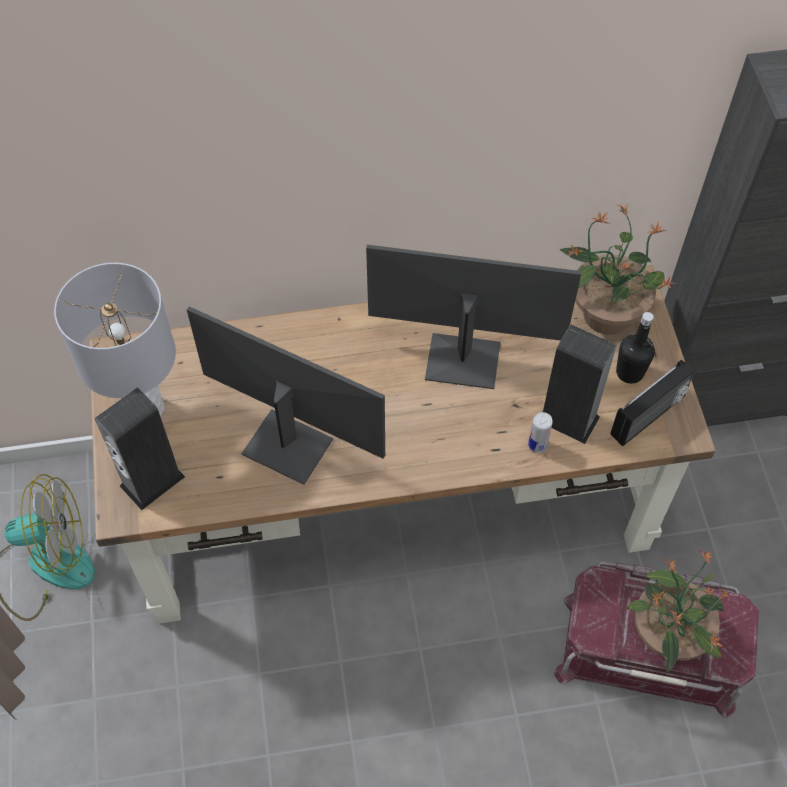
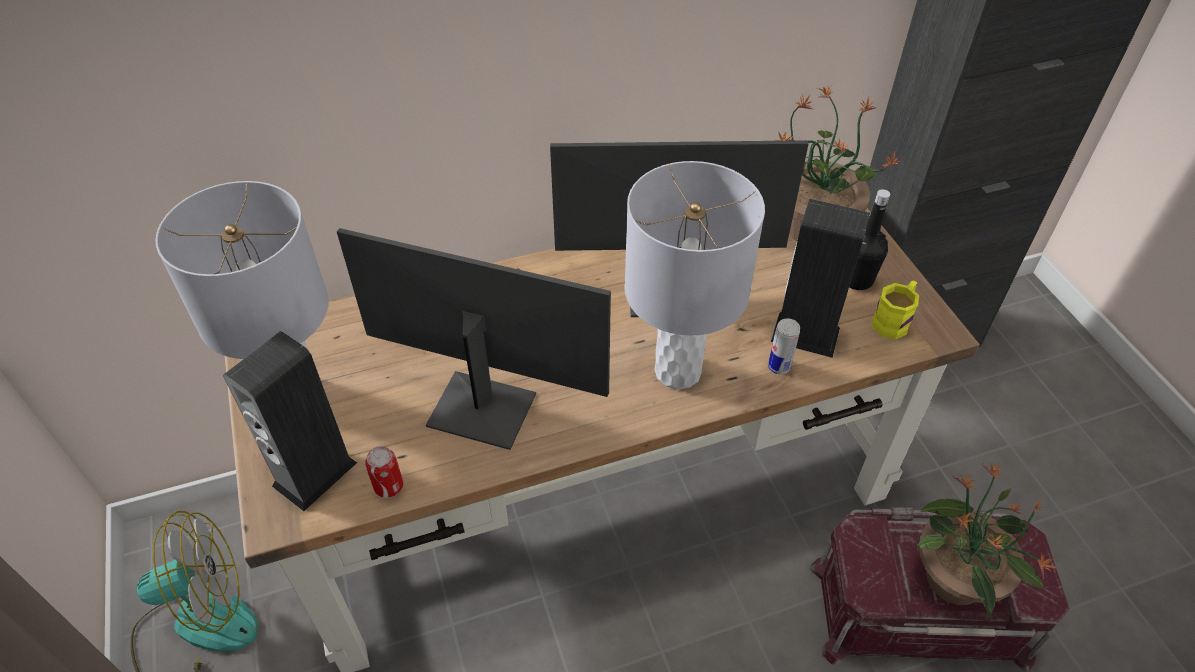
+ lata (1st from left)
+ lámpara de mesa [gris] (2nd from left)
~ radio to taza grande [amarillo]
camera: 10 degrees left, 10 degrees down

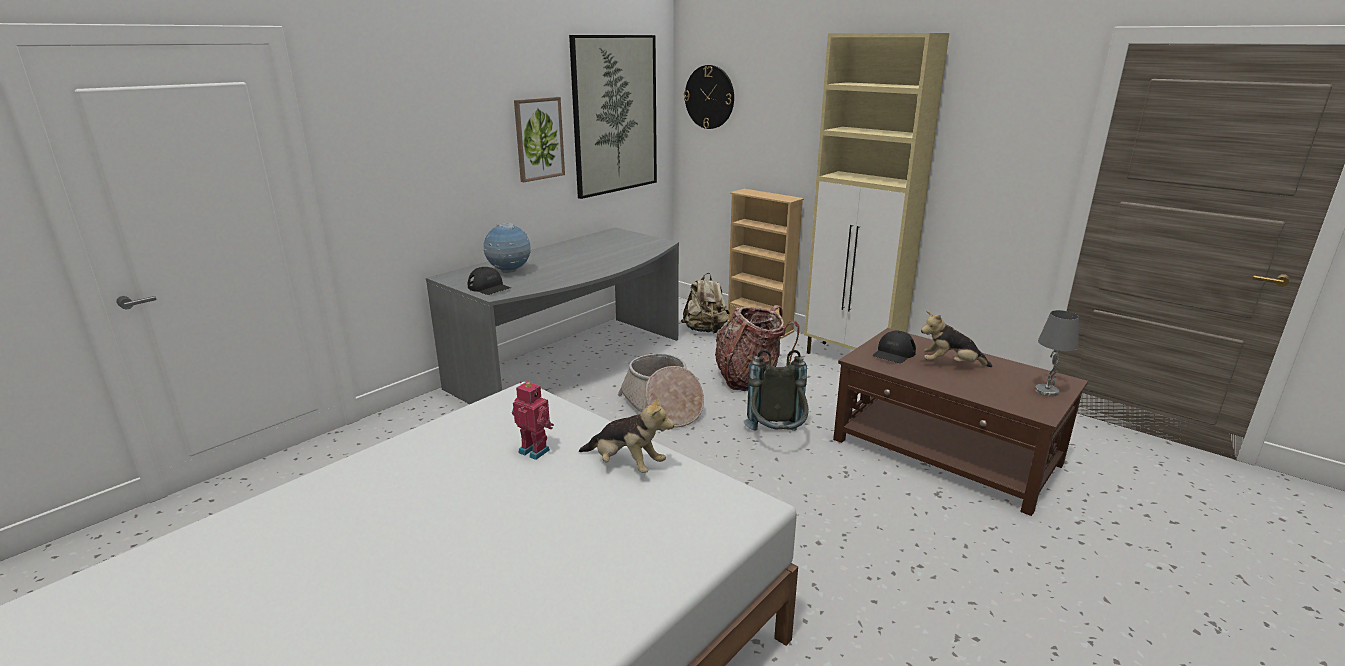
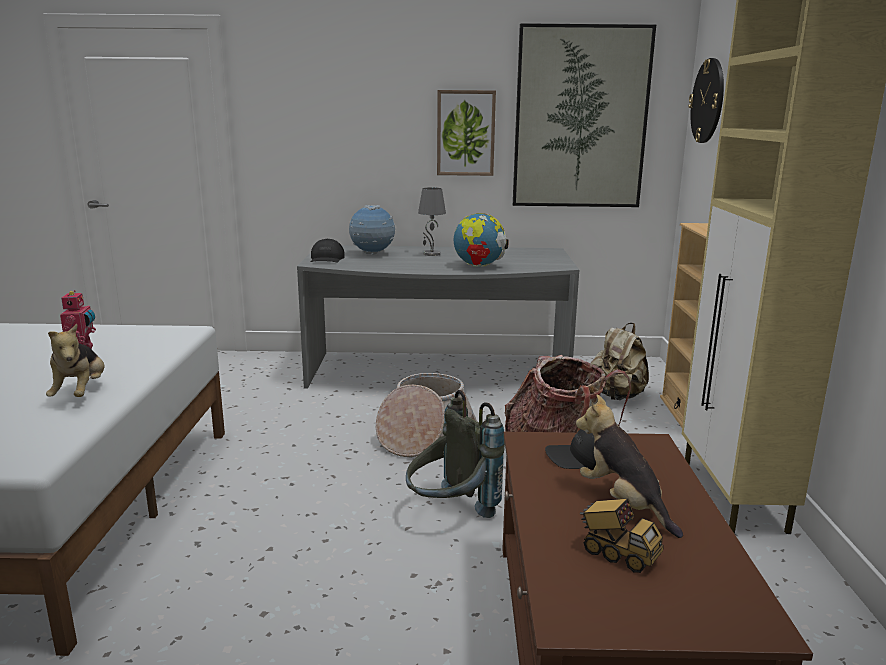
+ globo terráqueo (2nd from left)
+ camión de juguete
~ lámpara de mesa [gris]
camera: 50 degrees right, 5 degrees down

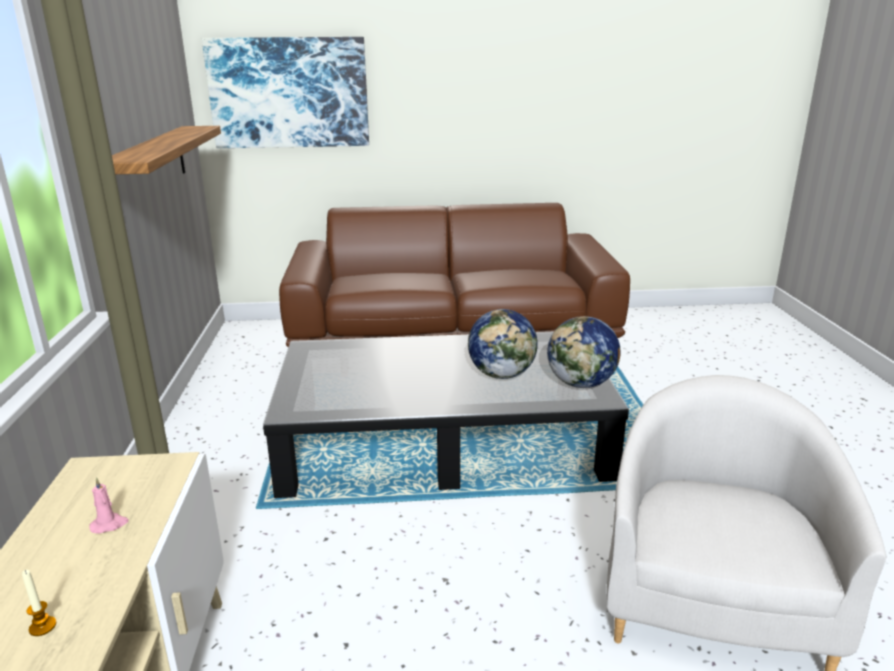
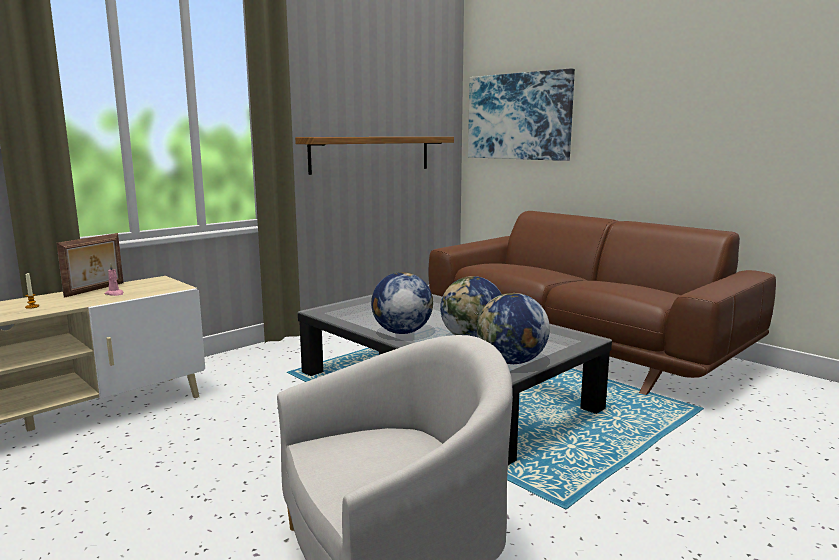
+ portarretratos
+ globo terráqueo (1st from left)
camera: 50 degrees right, 10 degrees down

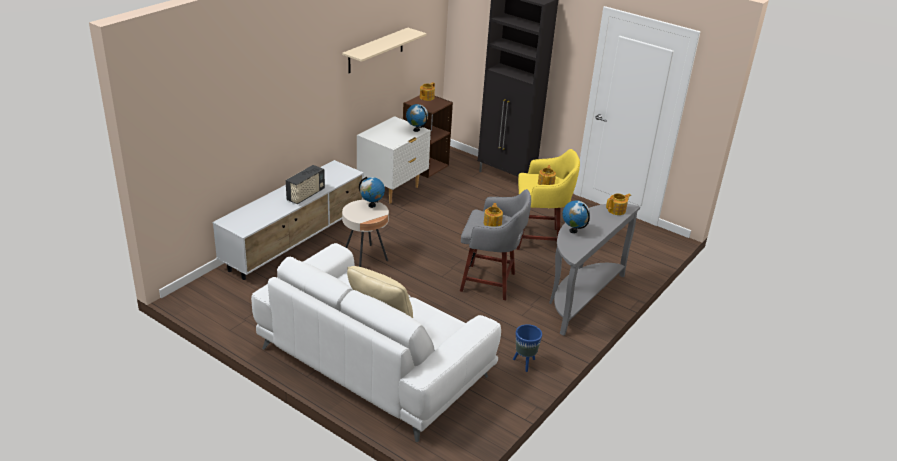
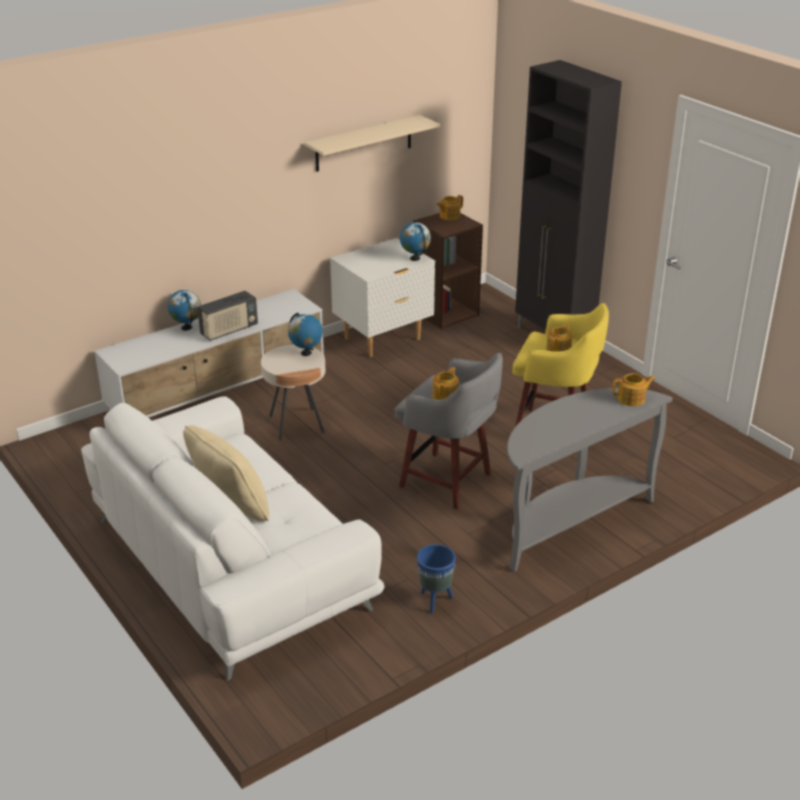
~ globo terráqueo (3rd from left in the first image) to globo terráqueo (1st from left)
camera: 20 degrees right, 0 degrees up

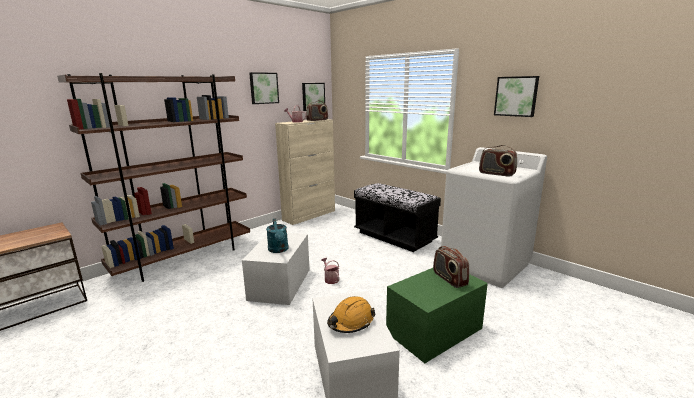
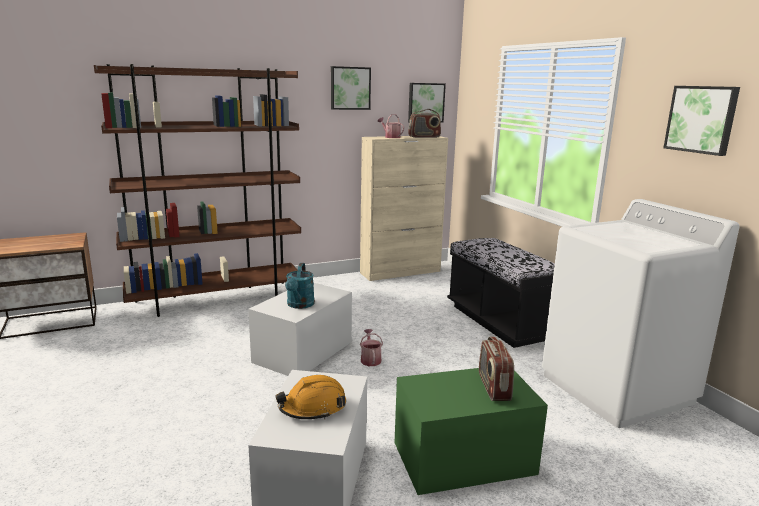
- radio (3rd from left)
camera: 20 degrees right, 0 degrees up

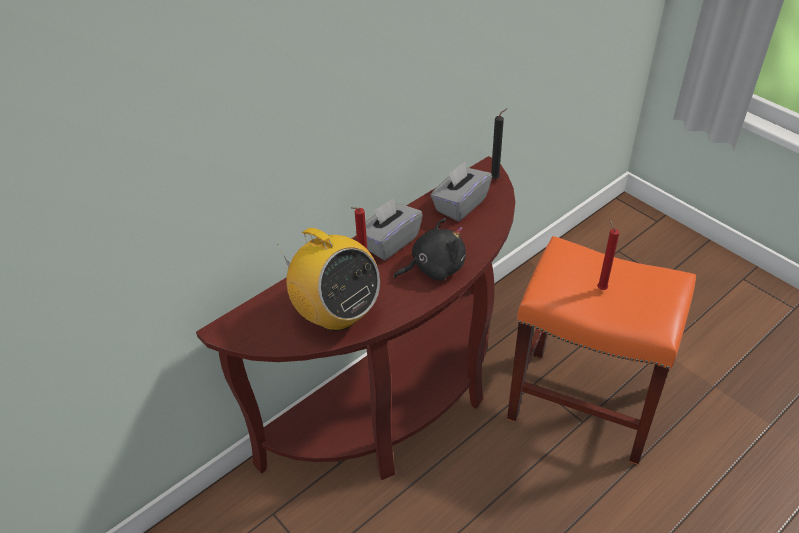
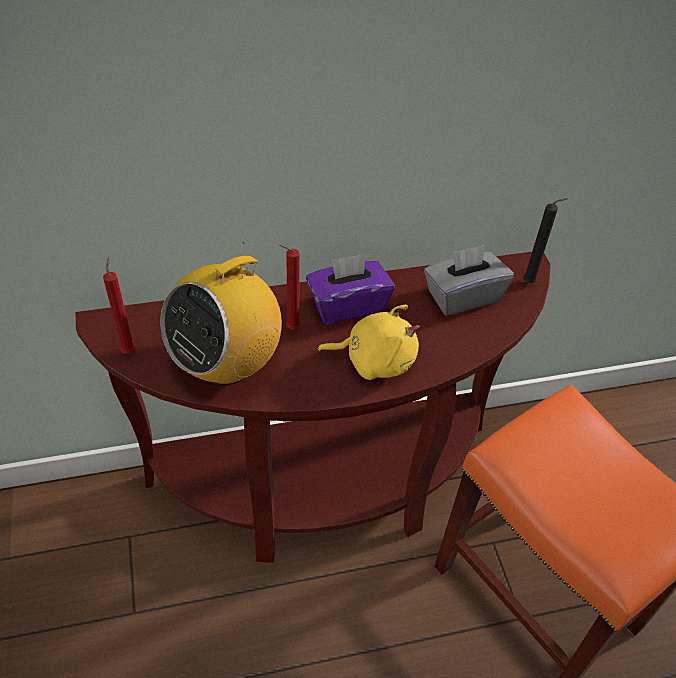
~ vela [rojo] (2nd from left in the first image) to vela [rojo] (1st from left)
~ caja de pañuelos [gris] (1st from left) to caja de pañuelos [morado]
~ peluche [negro] to peluche [amarillo]
~ radio 60 degrees clockwise
camera: 25 degrees right, 5 degrees up

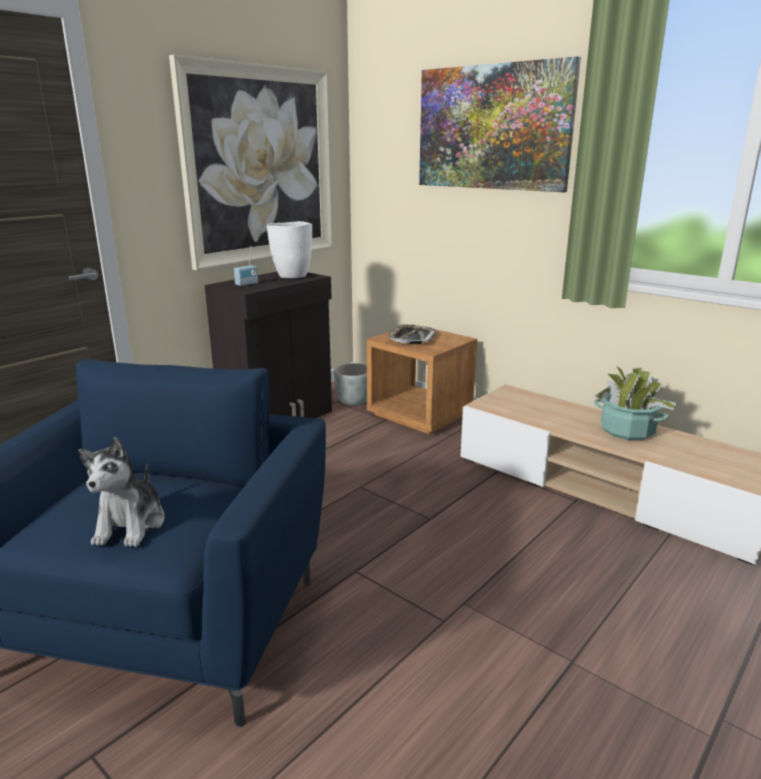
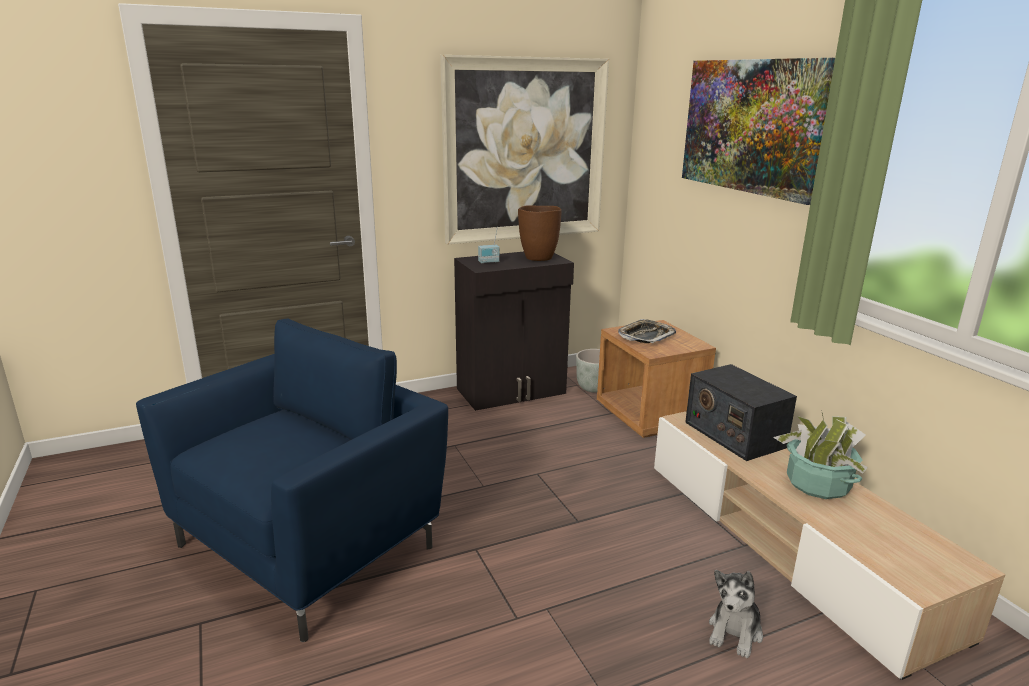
+ radio (2nd from left)
~ peluche
~ florero [blanco] to florero [marrón]
camera: 25 degrees right, 0 degrees up

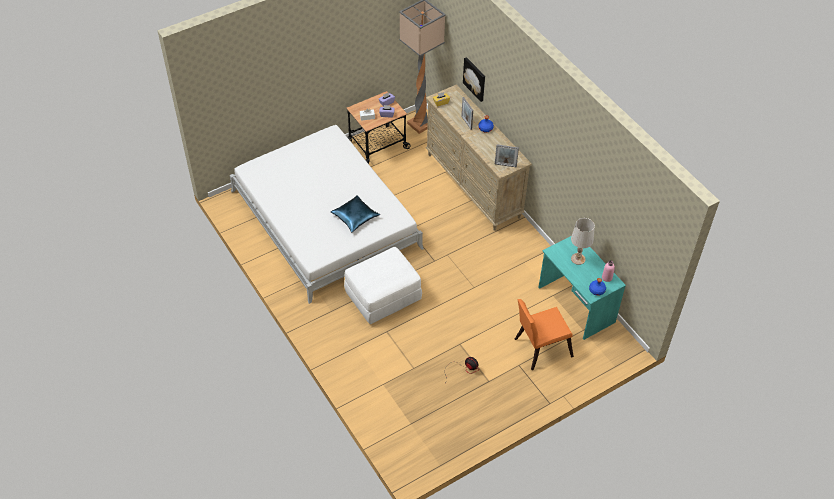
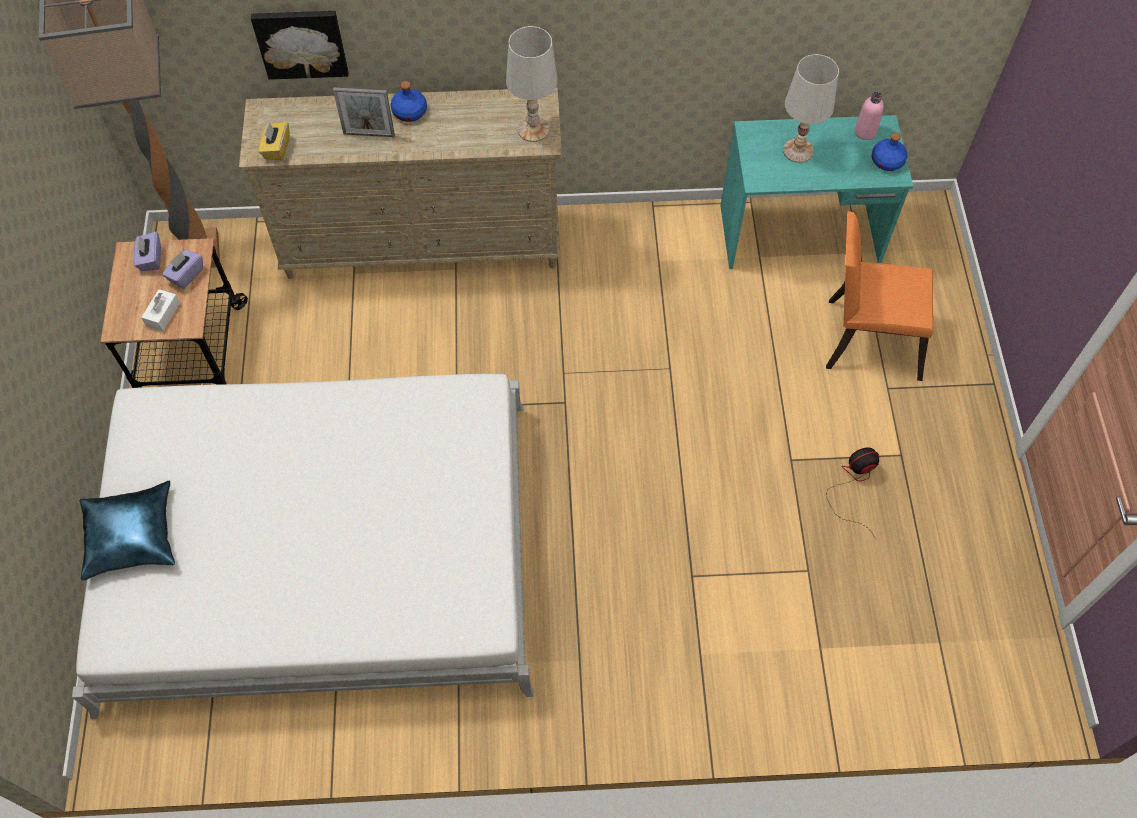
- puf [blanco]
~ cojín [azul]
~ portarretratos (2nd from left) to lámpara de mesa [blanco] (1st from left)
~ silla [naranja] 90 degrees clockwise
camera: 60 degrees left, 10 degrees up

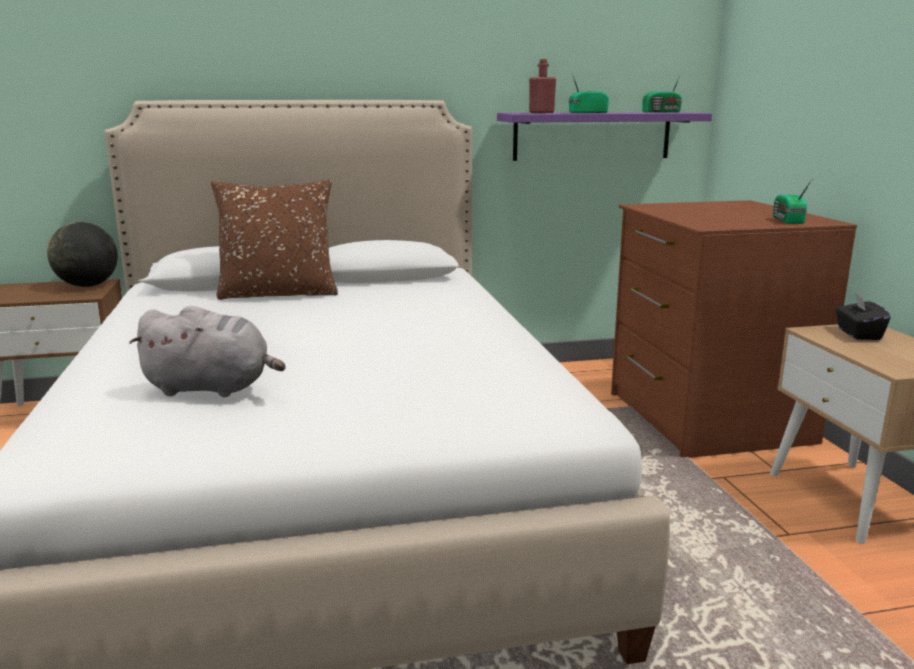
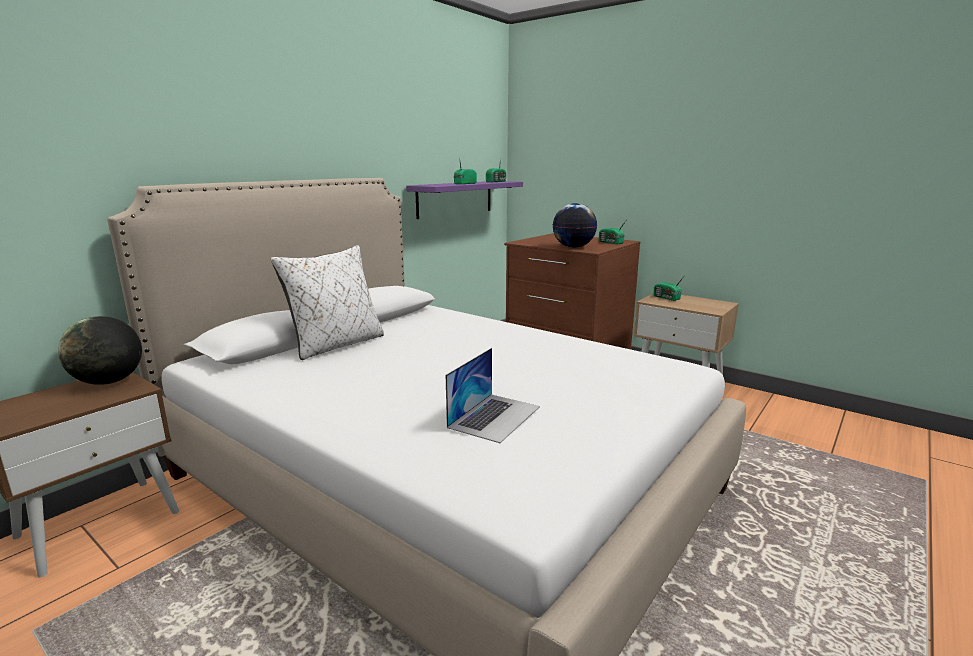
- botella [rojo]
+ globo terráqueo (2nd from left)
~ peluche [gris] to portátil
~ caja de pañuelos [negro] to radio (4th from left)
~ cojín [marrón] to cojín [blanco]
camera: 40 degrees left, 0 degrees up

